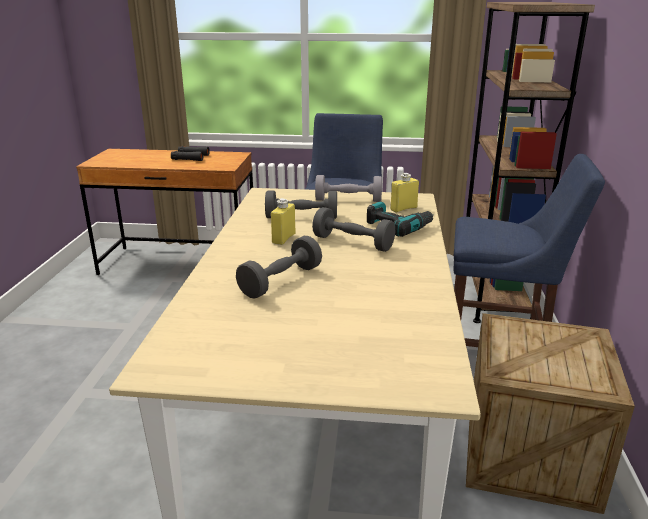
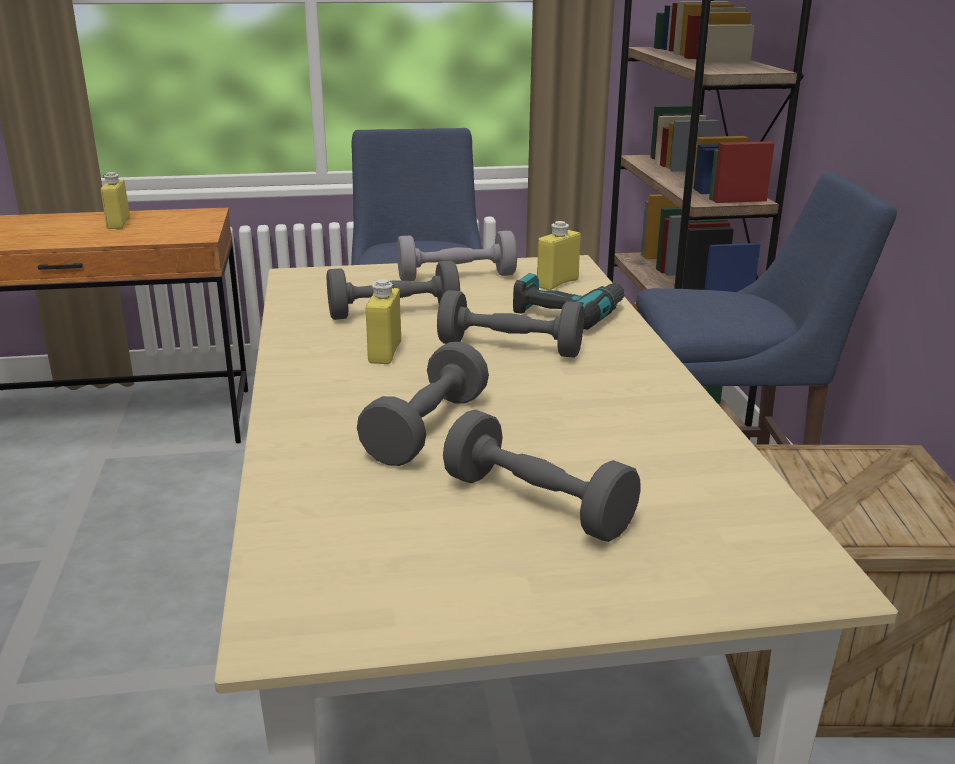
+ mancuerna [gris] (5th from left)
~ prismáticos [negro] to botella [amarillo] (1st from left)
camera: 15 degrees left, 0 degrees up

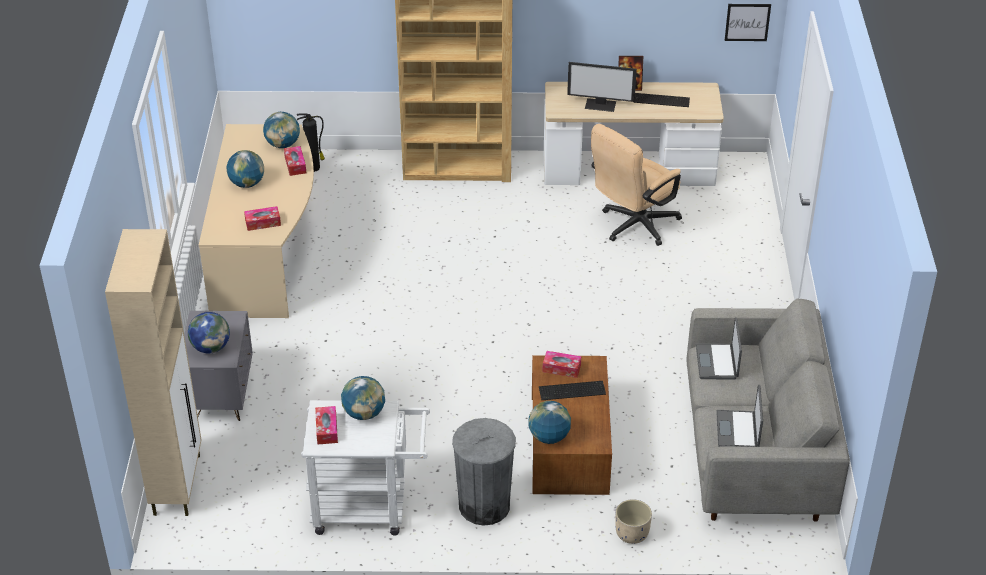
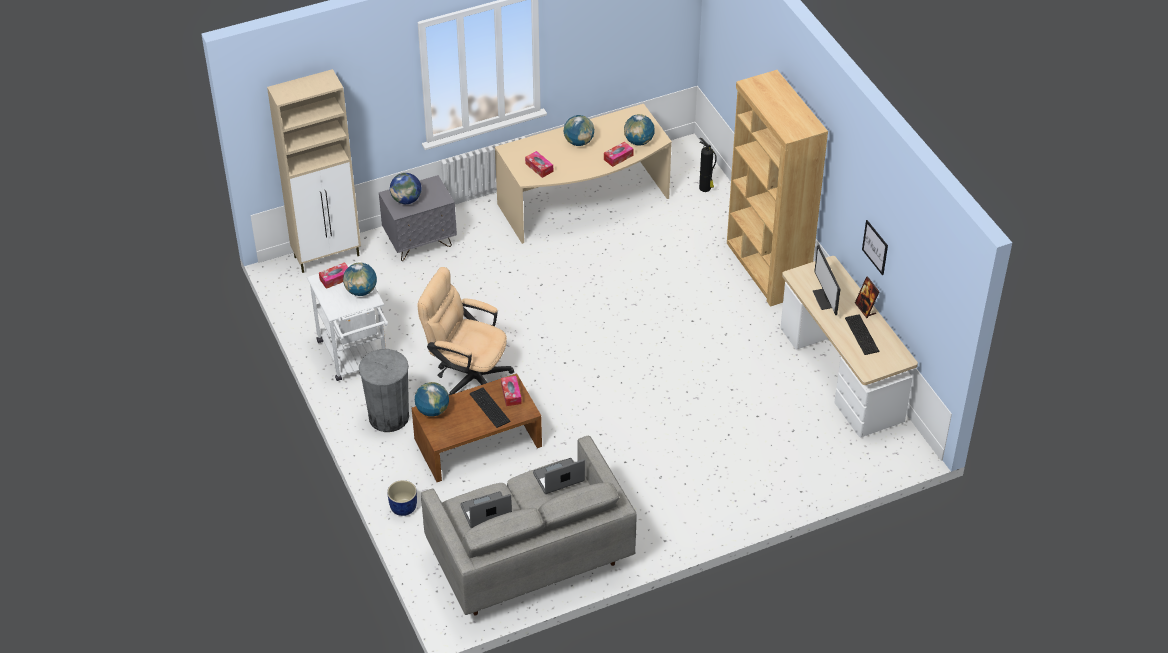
~ silla de oficina [beis]
~ cuadro
~ maceta [beis] to maceta [azul]
camera: 65 degrees right, 5 degrees up

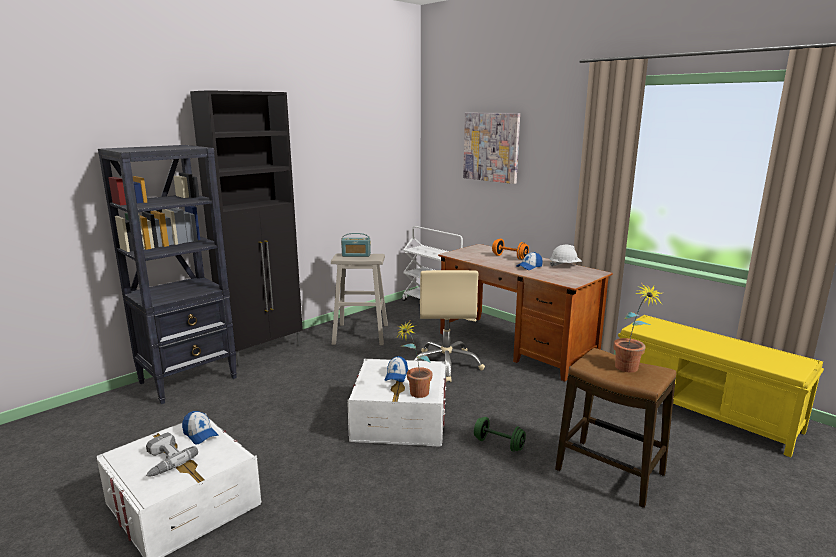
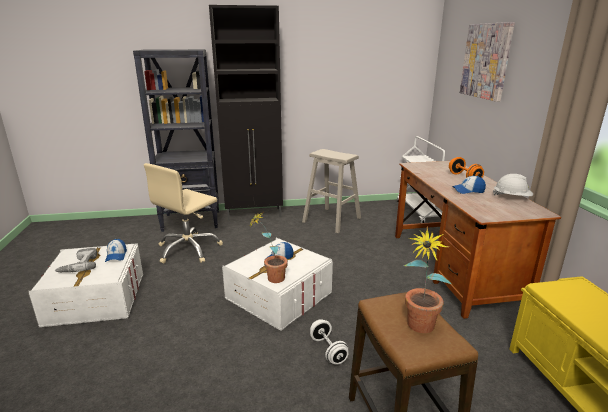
- radio
~ silla de oficina [beis]
~ mancuerna [verde] to mancuerna [blanco]
camera: 35 degrees right, 5 degrees up

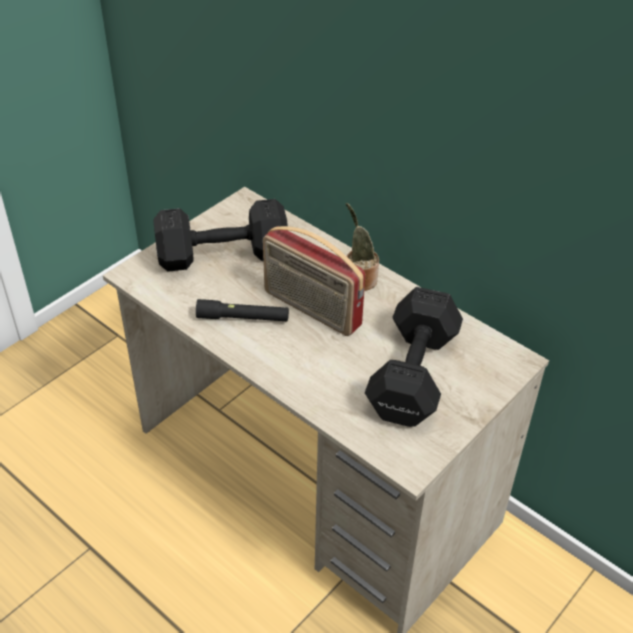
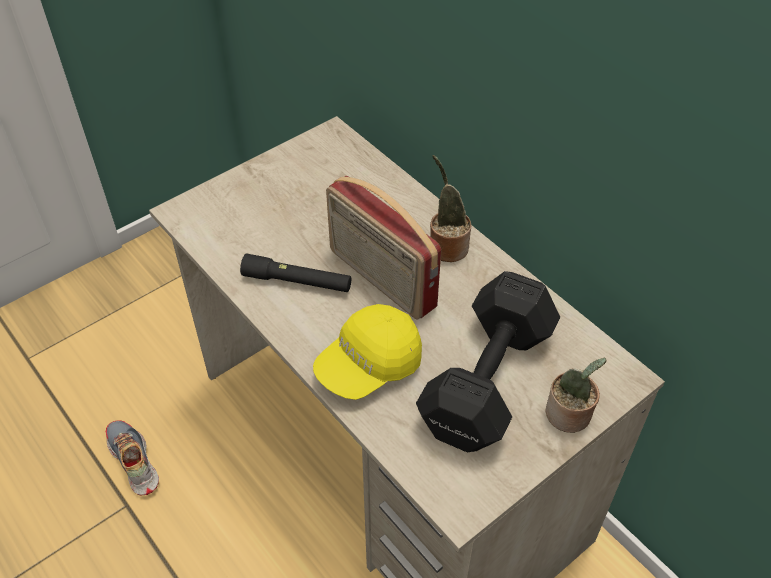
- mancuerna [negro] (1st from left)
+ zapato
+ gorra [amarillo]
+ planta en maceta (2nd from left)
camera: 10 degrees right, 5 degrees up

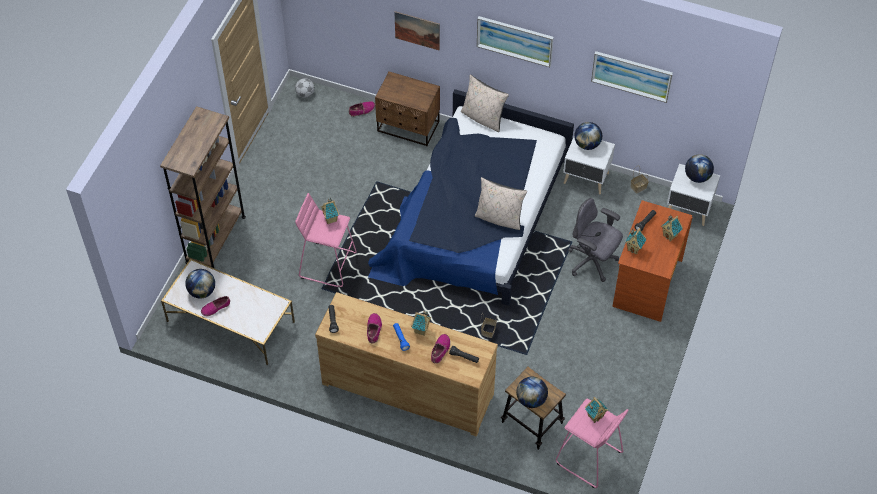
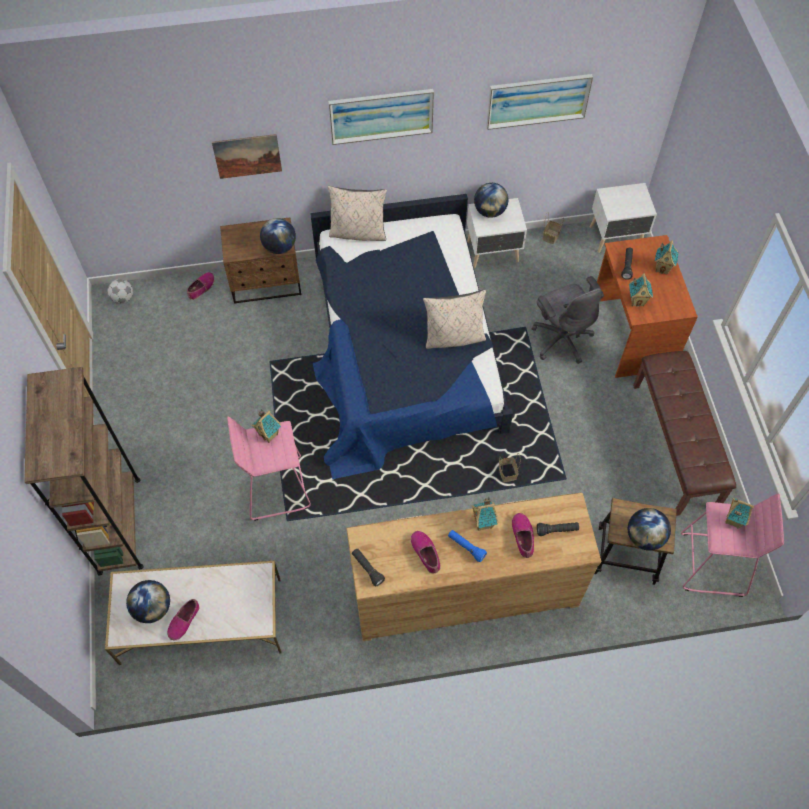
+ banco [marrón]
~ globo terráqueo (4th from left in the first image) to globo terráqueo (2nd from left)
~ silla de oficina [gris] 120 degrees counterclockwise
camera: 30 degrees left, 5 degrees up

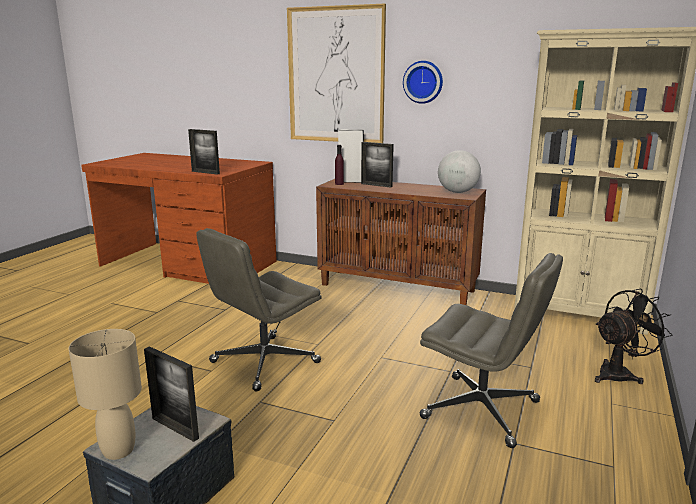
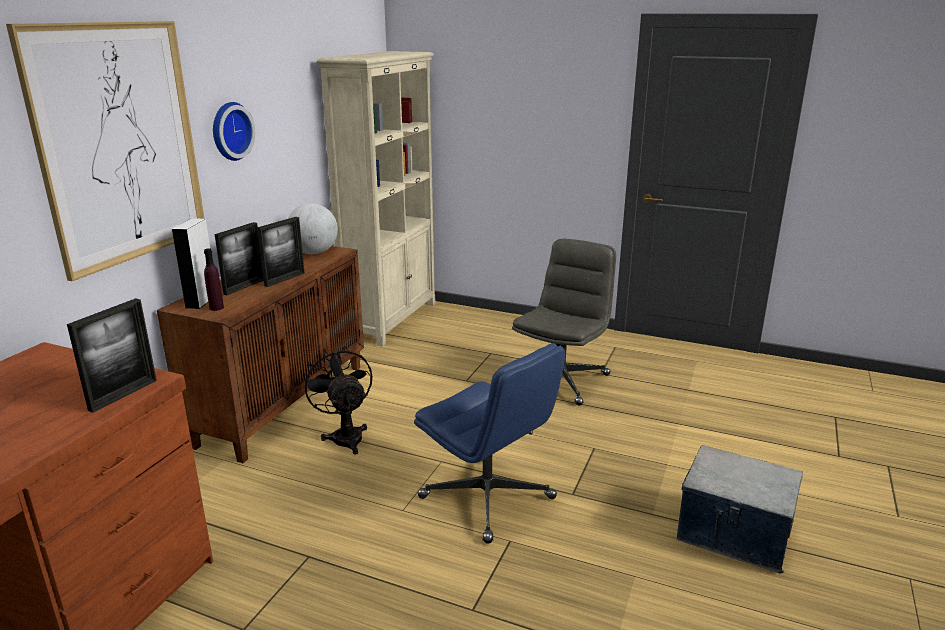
- lámpara de mesa [beis]
~ portarretratos (1st from left in the first image) to portarretratos (3rd from left)
~ ventilador [negro]
~ silla de oficina [gris] (1st from left) to silla de oficina [azul]
camera: 90 degrees left, 5 degrees up

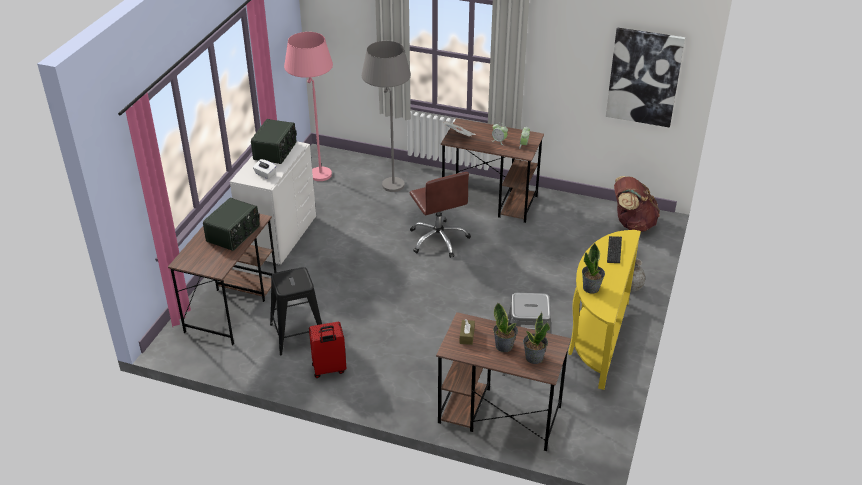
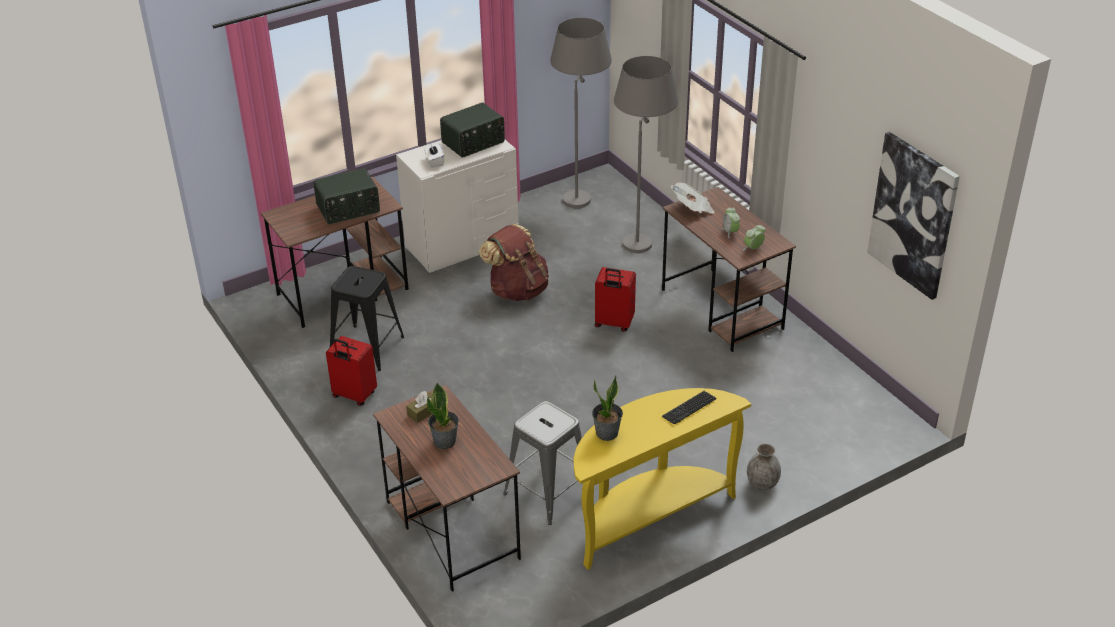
- planta en maceta (2nd from left)
~ mochila [marrón]
~ silla de oficina [marrón] to maleta [rojo] (2nd from left)
~ lámpara de pie [rosa] to lámpara de pie [gris] (1st from left)
camera: 40 degrees right, 0 degrees up

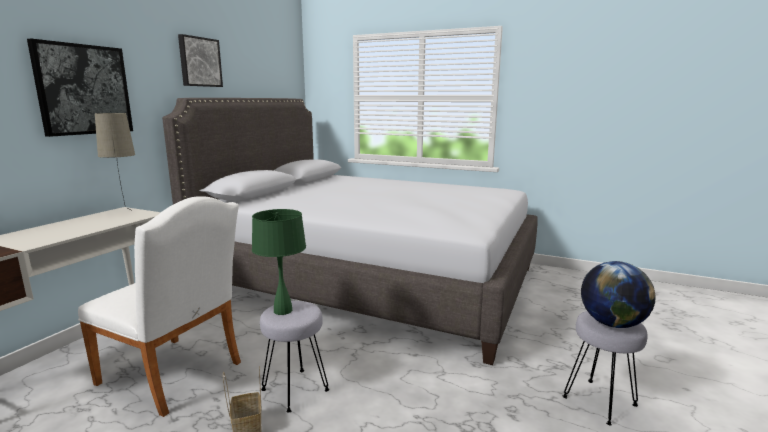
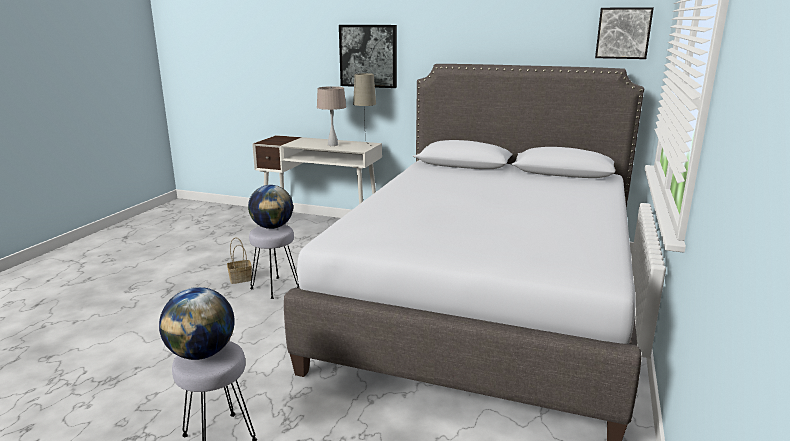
- silla [blanco]
+ lámpara de mesa [beis] (1st from left)
~ cuadro (2nd from left)
~ lámpara de mesa [verde] to globo terráqueo (2nd from left)
camera: 85 degrees right, 5 degrees up

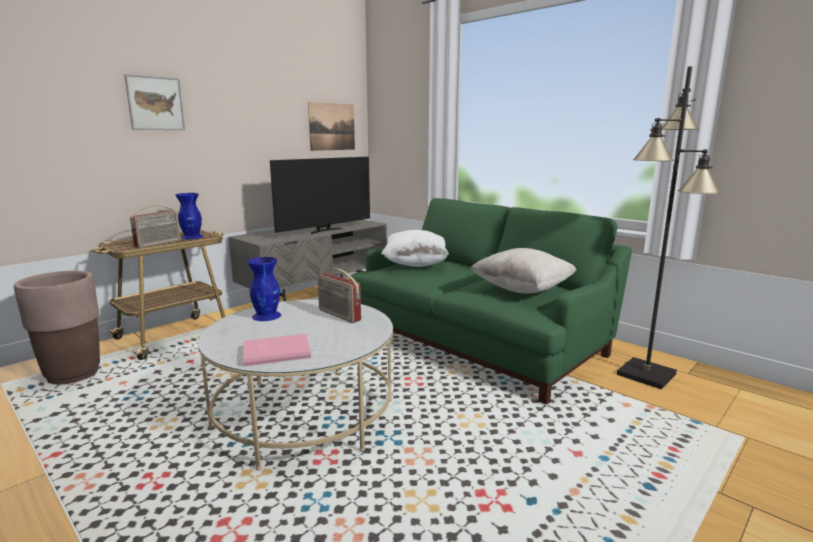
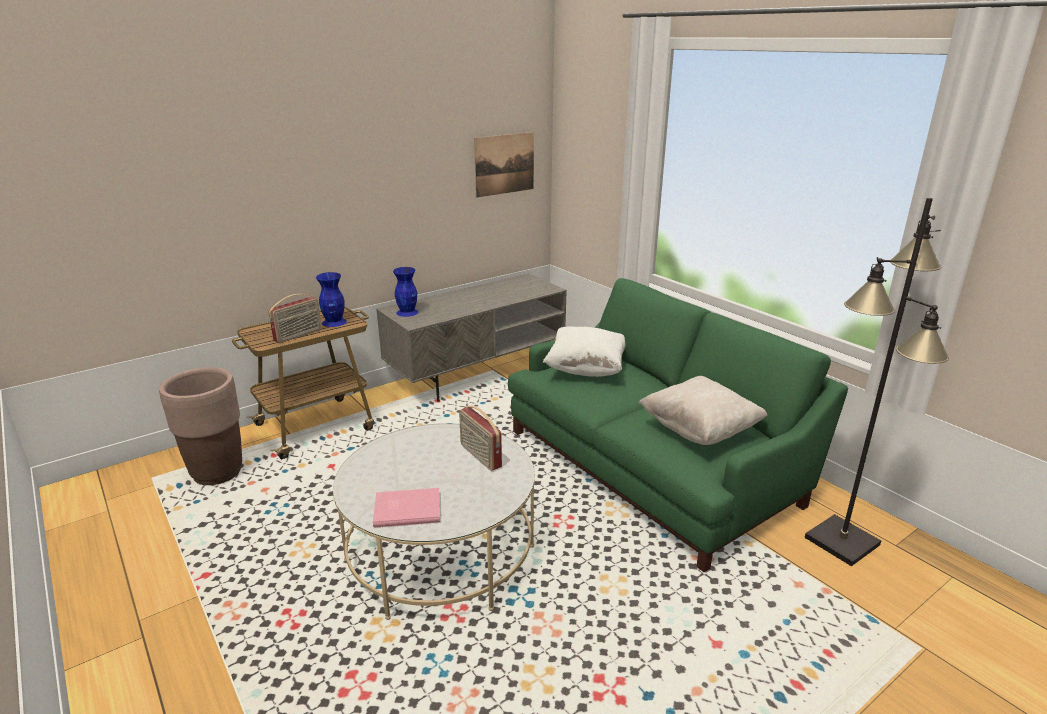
- cuadro (1st from left)
- televisor
~ florero [azul] (2nd from left)
camera: 10 degrees right, 10 degrees up

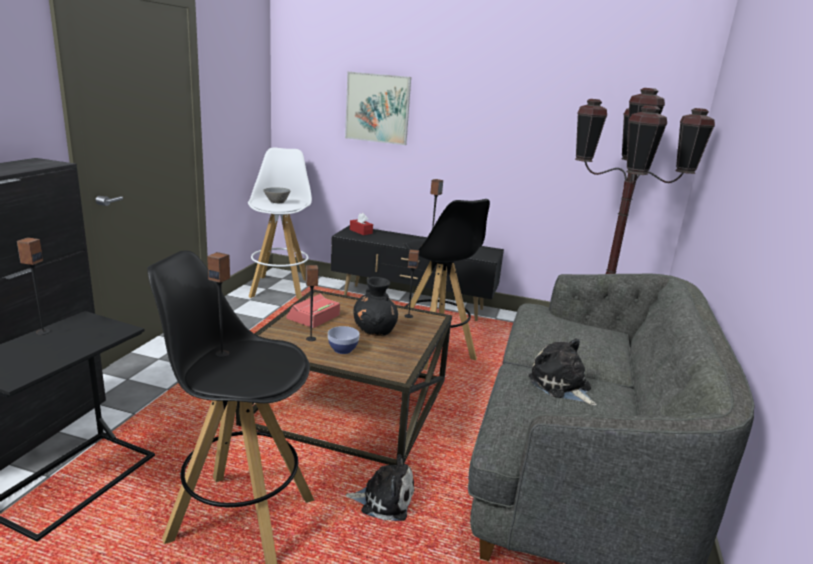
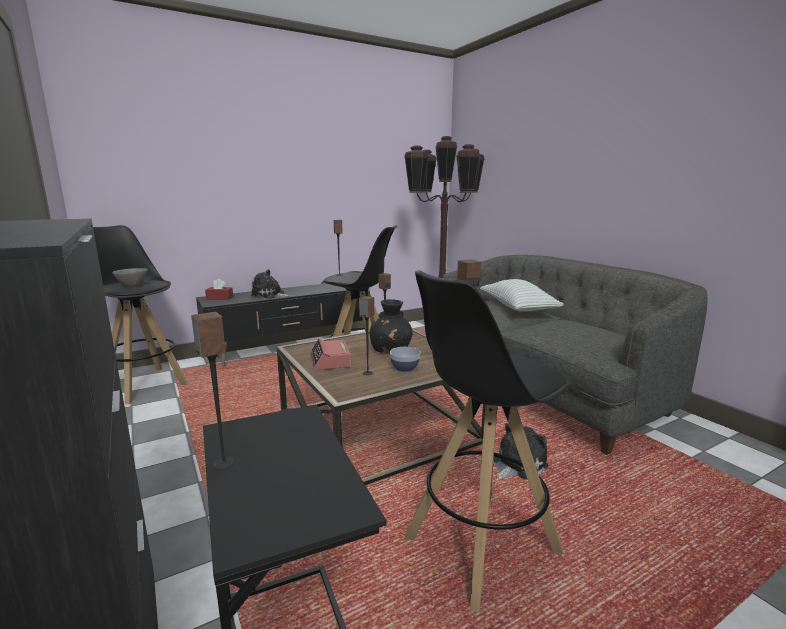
- cuadro
+ cojín
~ peluche (2nd from left in the first image) to peluche (1st from left)
~ taburete [blanco] to taburete [negro] (1st from left)
camera: 45 degrees left, 5 degrees down

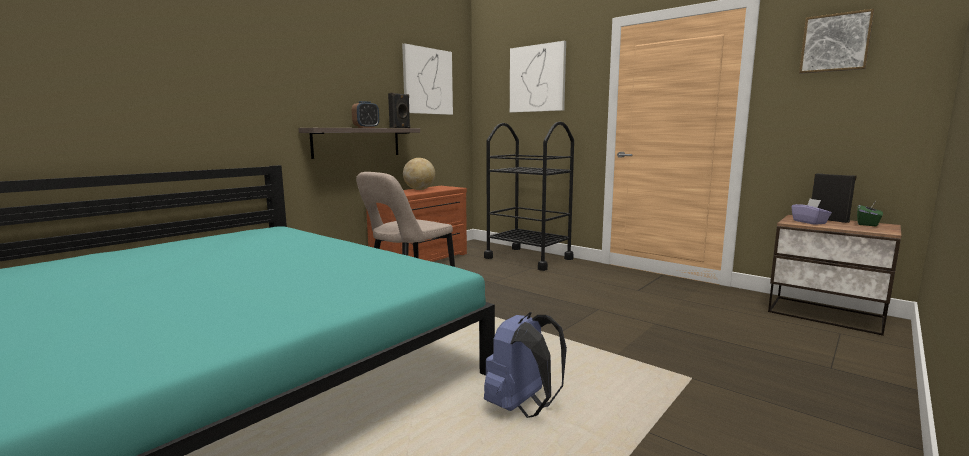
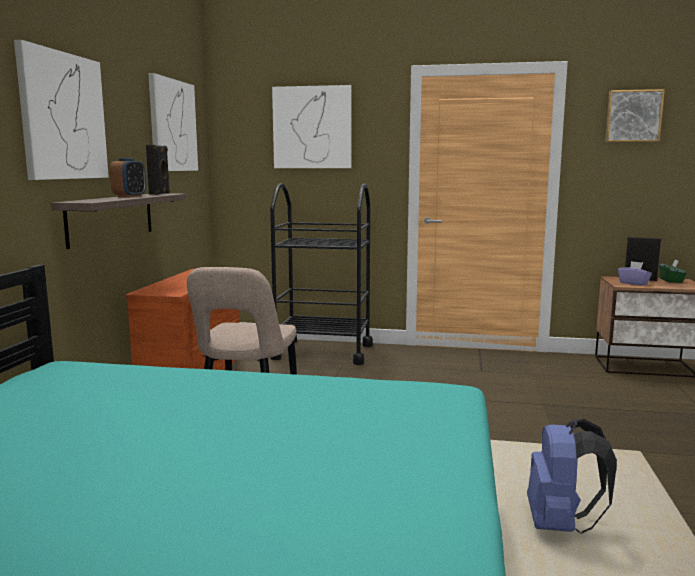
- globo terráqueo
+ cuadro (1st from left)
camera: 30 degrees left, 0 degrees up

